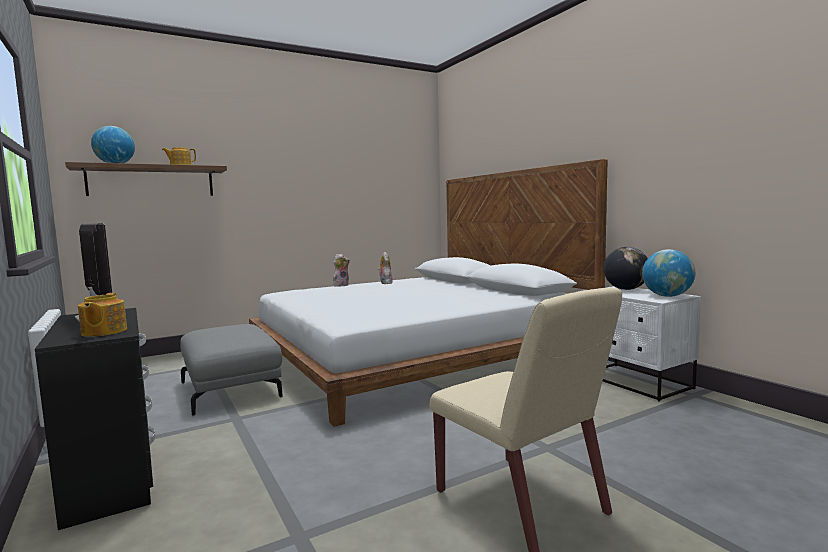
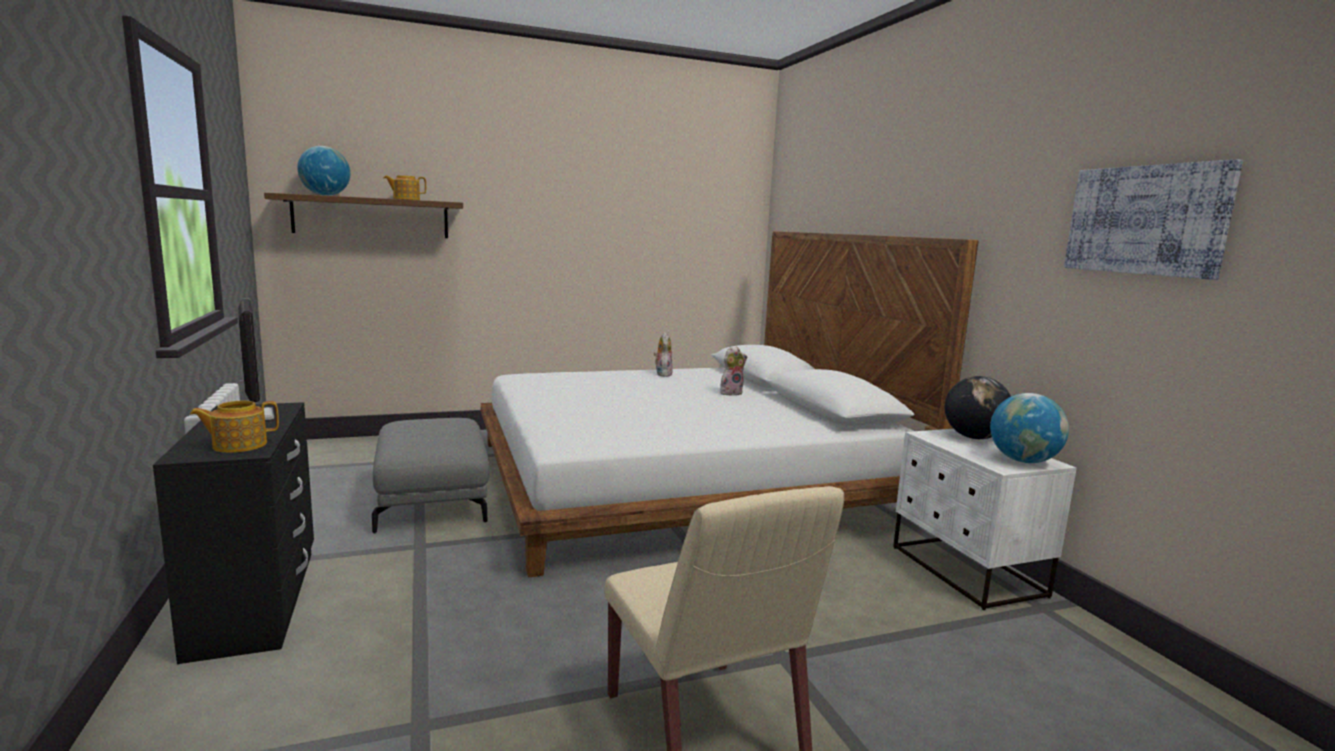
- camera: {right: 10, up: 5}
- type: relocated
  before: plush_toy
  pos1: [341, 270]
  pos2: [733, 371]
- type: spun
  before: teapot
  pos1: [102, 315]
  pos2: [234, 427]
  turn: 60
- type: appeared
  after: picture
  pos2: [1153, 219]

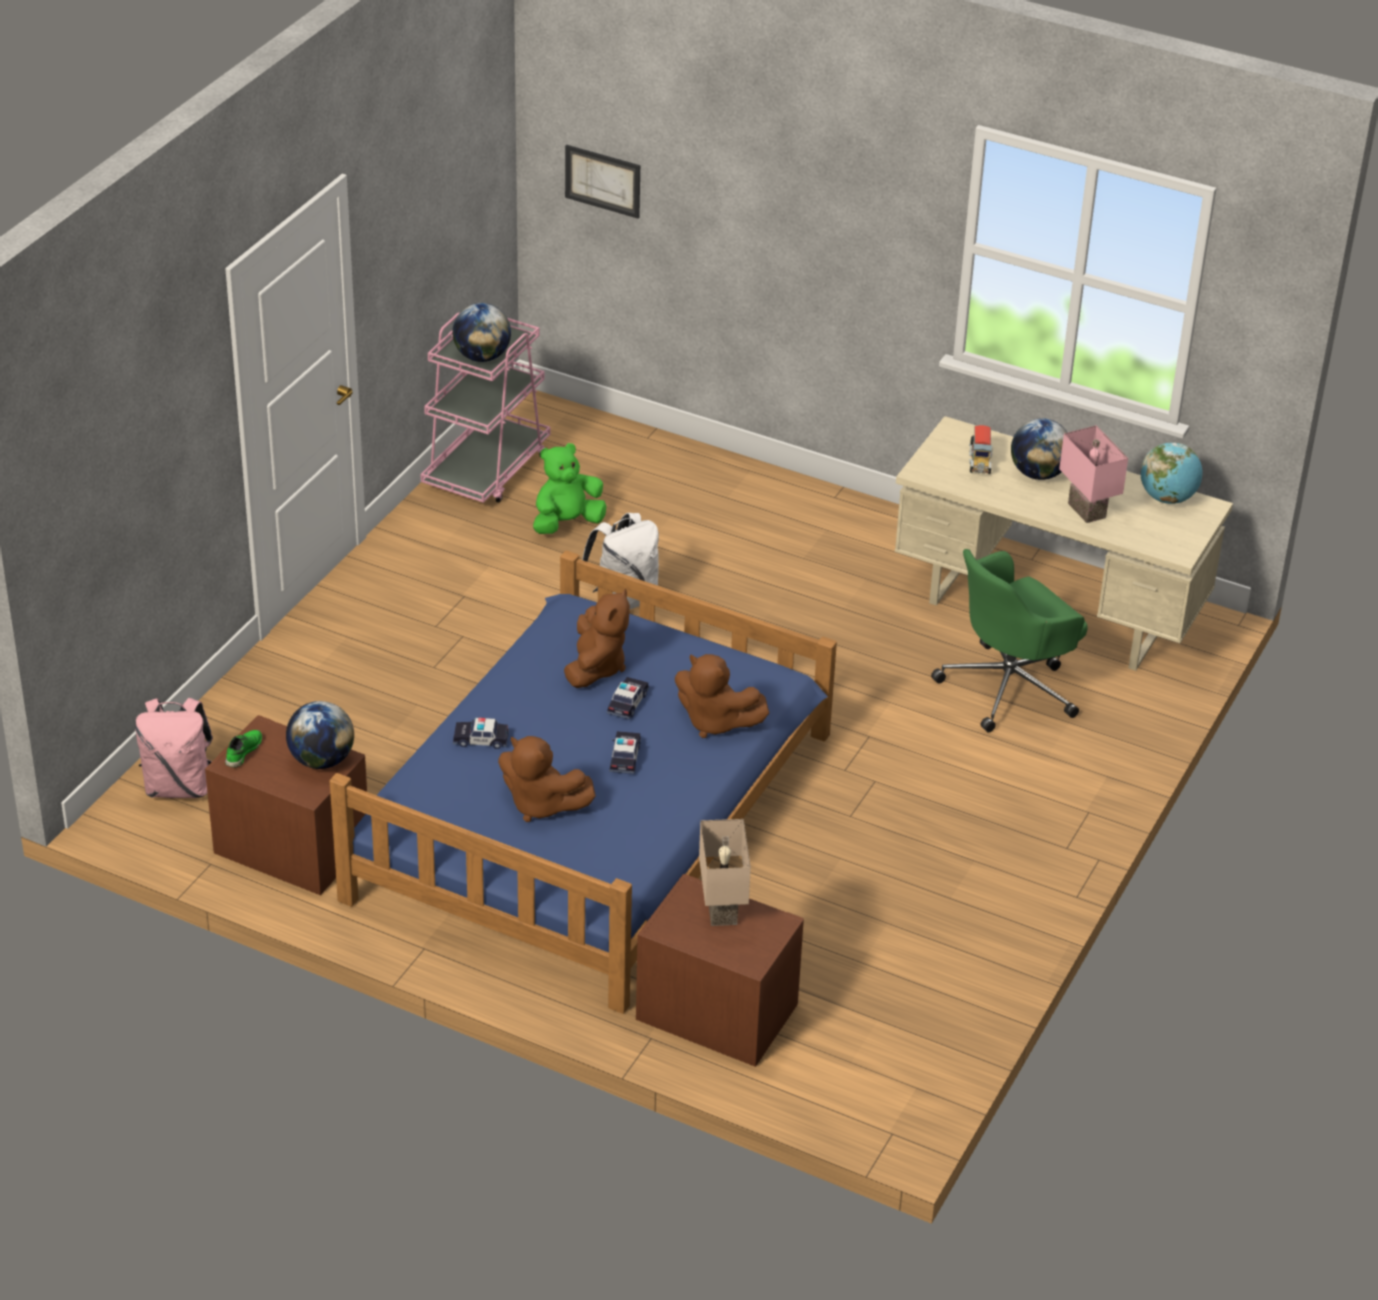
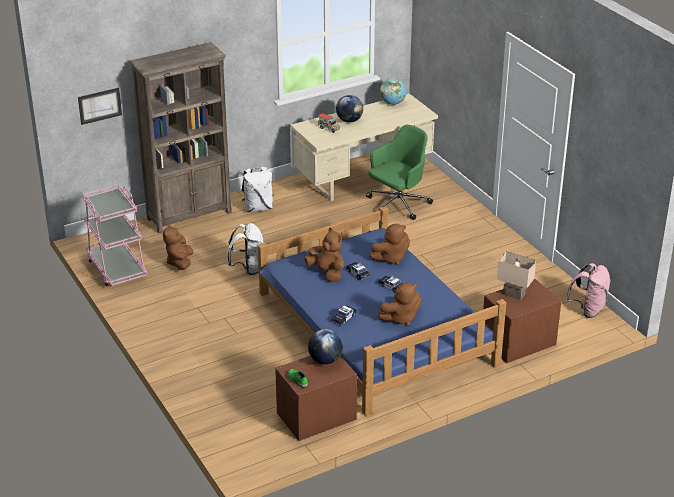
- camera: {right: -55, up: -5}
- type: missing
  before: globe
  pos1: [481, 332]
- type: missing
  before: pink_table_lamp
  pos1: [1093, 474]
- type: colour
  before: green_plush_toy
  after: brown_plush_toy
  pos1: [570, 488]
  pos2: [178, 247]
- type: spun
  before: green_office_chair
  pos1: [1009, 640]
  pos2: [399, 172]
  turn: -135
- type: relocated
  before: pink_backpack
  pos1: [174, 748]
  pos2: [588, 290]
- type: appeared
  after: brown_bookcase
  pos2: [180, 137]
- type: appeared
  after: white_backpack
  pos2: [257, 189]

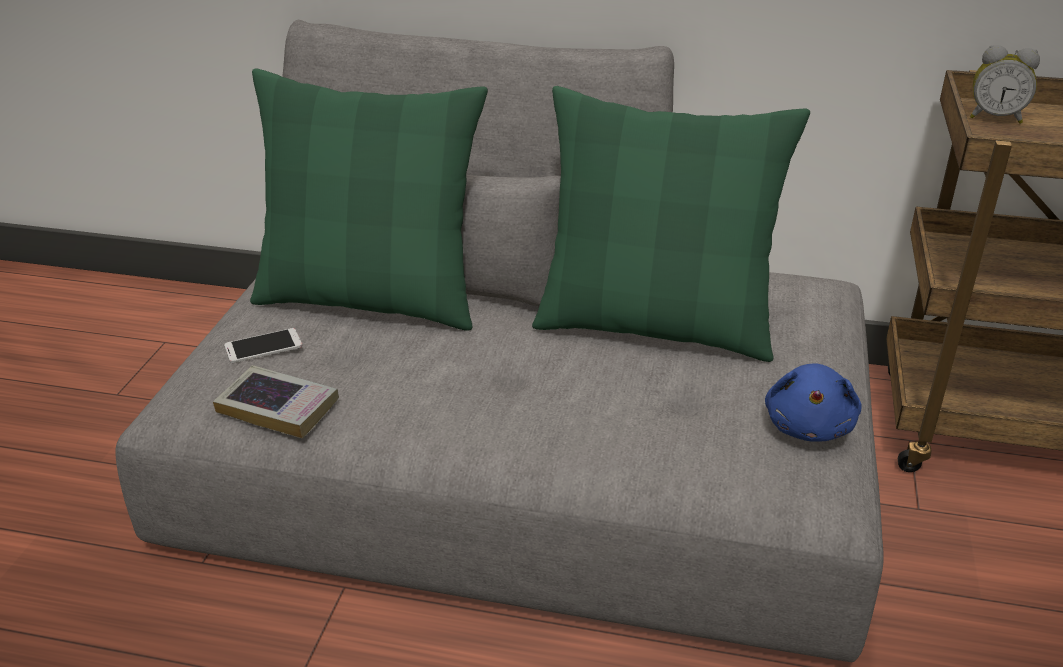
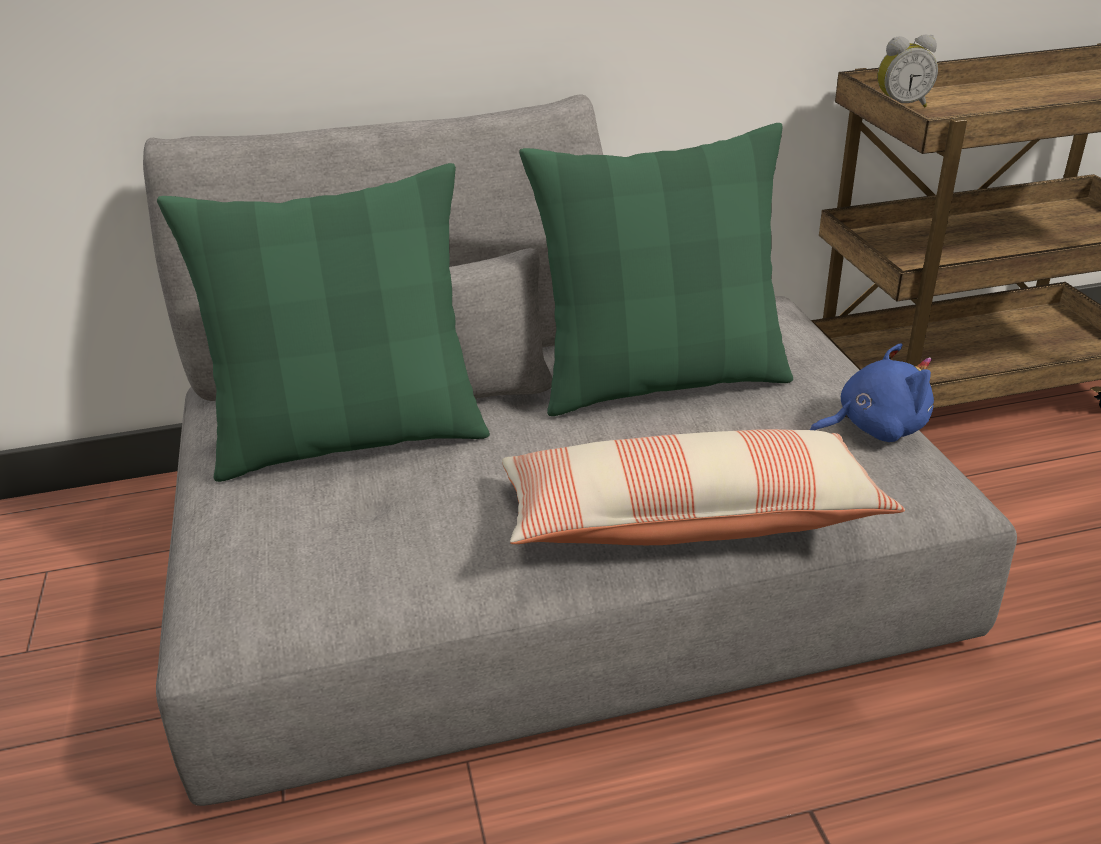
- camera: {right: -25, up: 0}
- type: missing
  before: phone
  pos1: [263, 345]
- type: spun
  before: blue_plush_toy
  pos1: [813, 402]
  pos2: [872, 392]
  turn: -90
- type: missing
  before: book
  pos1: [276, 402]
- type: appeared
  after: pillow
  pos2: [703, 487]

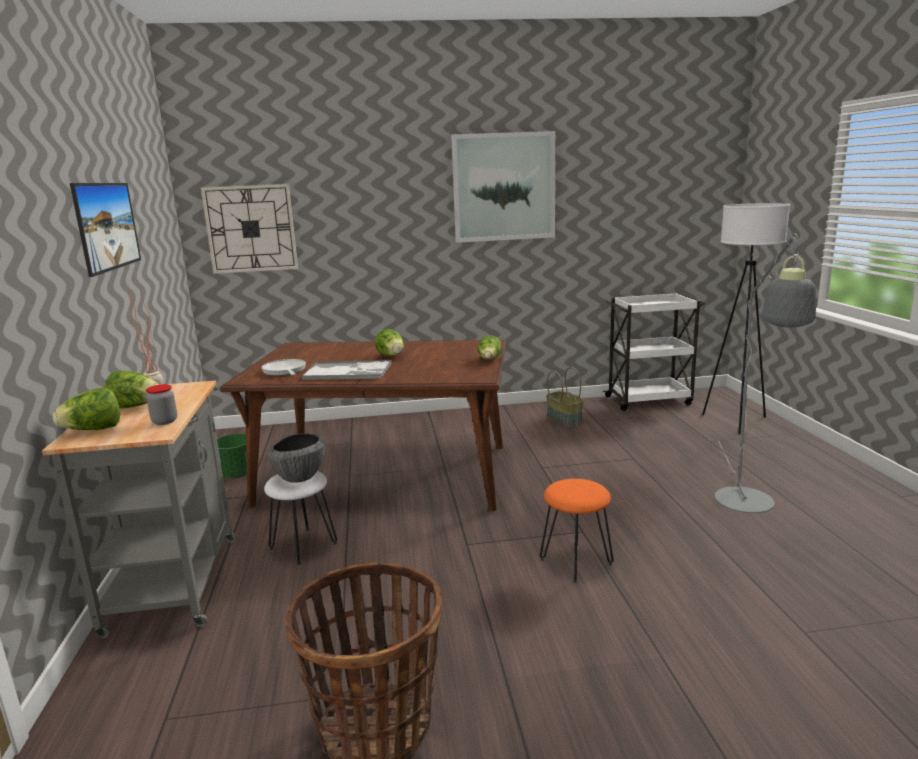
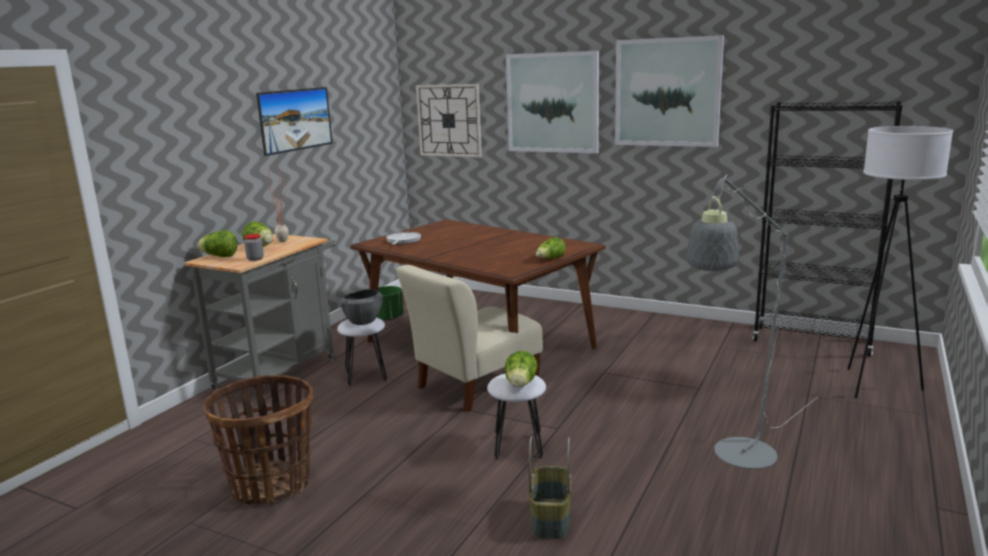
- camera: {right: 35, up: 0}
- type: exchanged
  before: white_cart
  after: black_bookcase
  pos1: [654, 352]
  pos2: [828, 229]
- type: relocated
  before: lettuce
  pos1: [389, 342]
  pos2: [521, 369]
- type: missing
  before: tray
  pos1: [346, 370]
- type: relocated
  before: basket
  pos1: [565, 397]
  pos2: [550, 487]
- type: colour
  before: orange_stool
  after: white_stool
  pos1: [577, 531]
  pos2: [516, 416]
- type: appeared
  after: picture
  pos2: [552, 102]
- type: appeared
  after: beige_chair
  pos2: [469, 338]

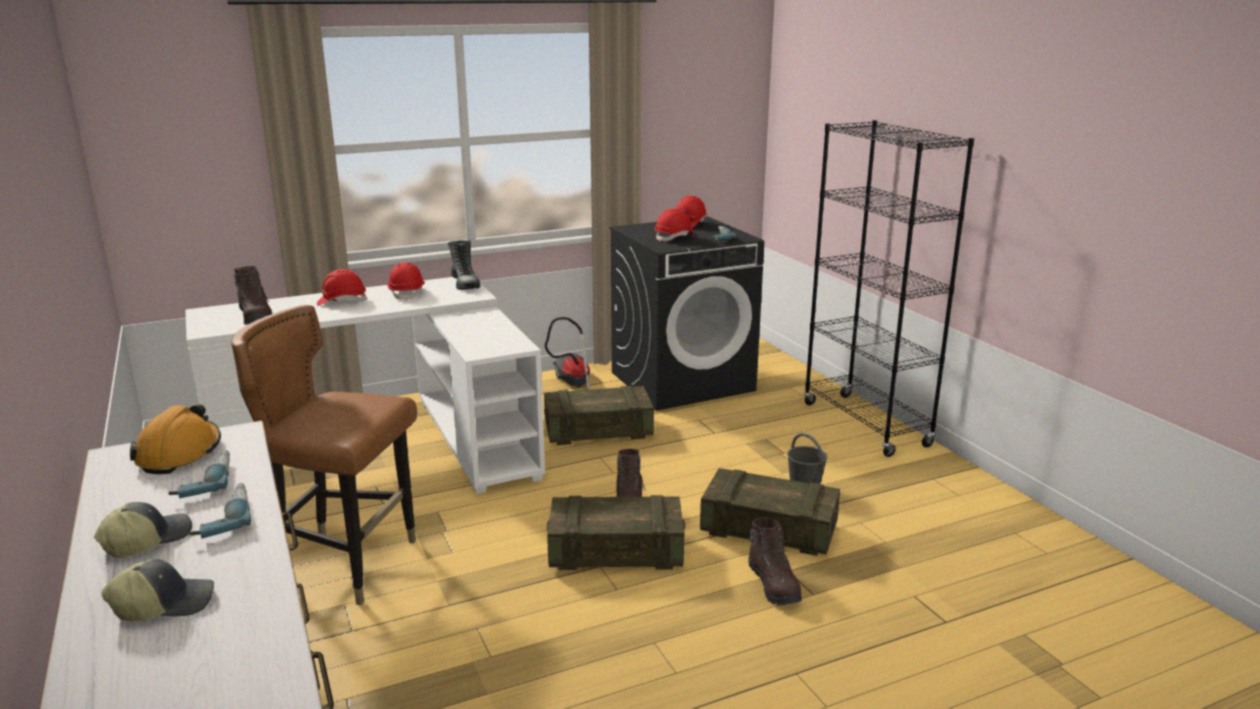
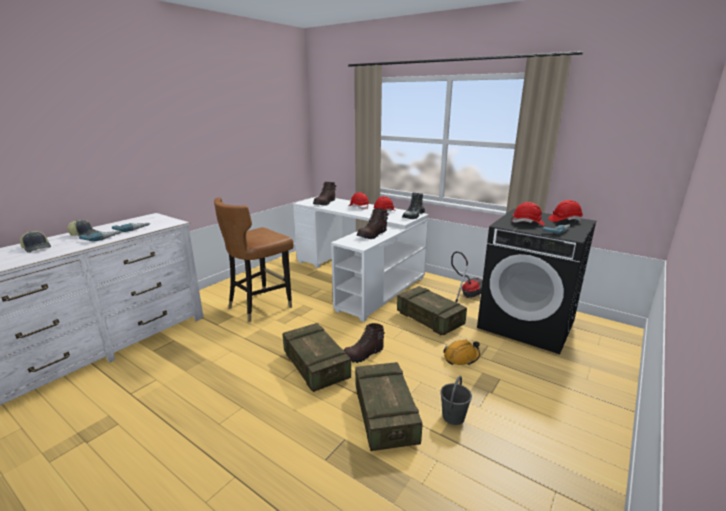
- camera: {right: 60, up: 0}
- type: missing
  before: black_bookcase
  pos1: [889, 288]
- type: spun
  before: brown_chair
  pos1: [324, 455]
  pos2: [254, 259]
  turn: -120
- type: relocated
  before: orange_hard_hat
  pos1: [175, 439]
  pos2: [461, 352]
- type: relocated
  before: brown_boot
  pos1: [775, 561]
  pos2: [372, 223]

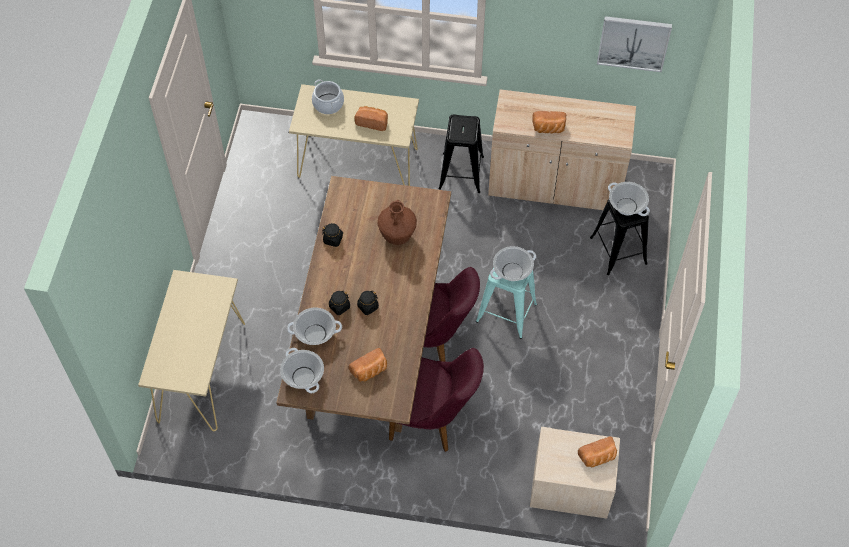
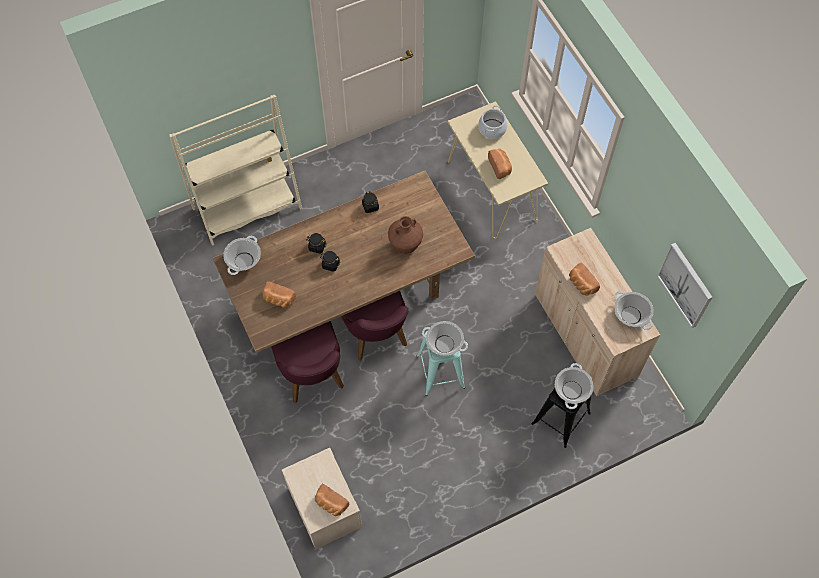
- camera: {right: 55, up: 5}
- type: missing
  before: black_stool
  pos1: [461, 153]
- type: exchanged
  before: beige_console_table
  after: beige_bookcase
  pos1: [191, 351]
  pos2: [235, 170]
- type: relocated
  before: cooking_pot
  pos1: [314, 326]
  pos2: [634, 310]

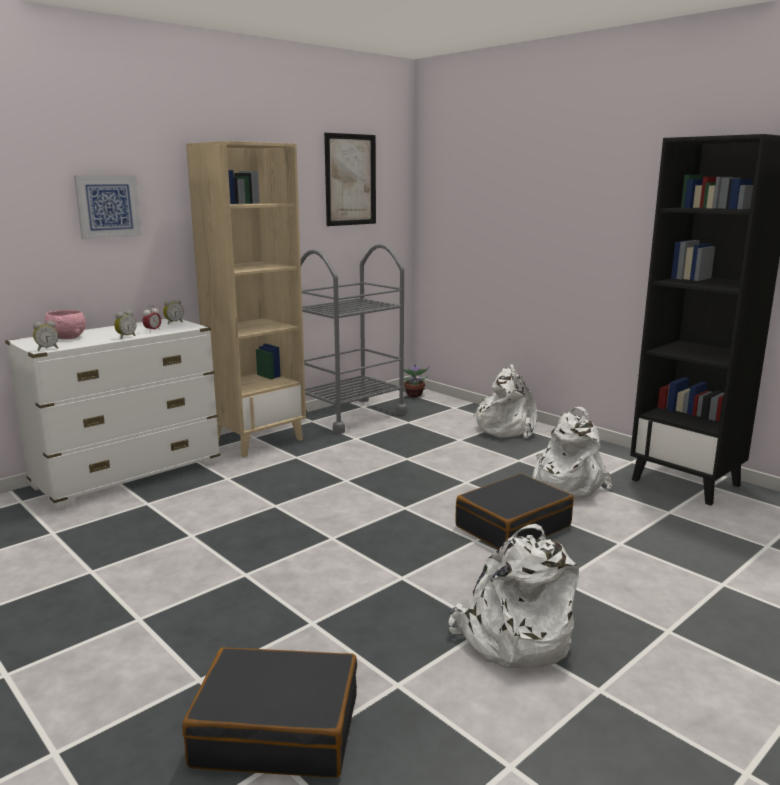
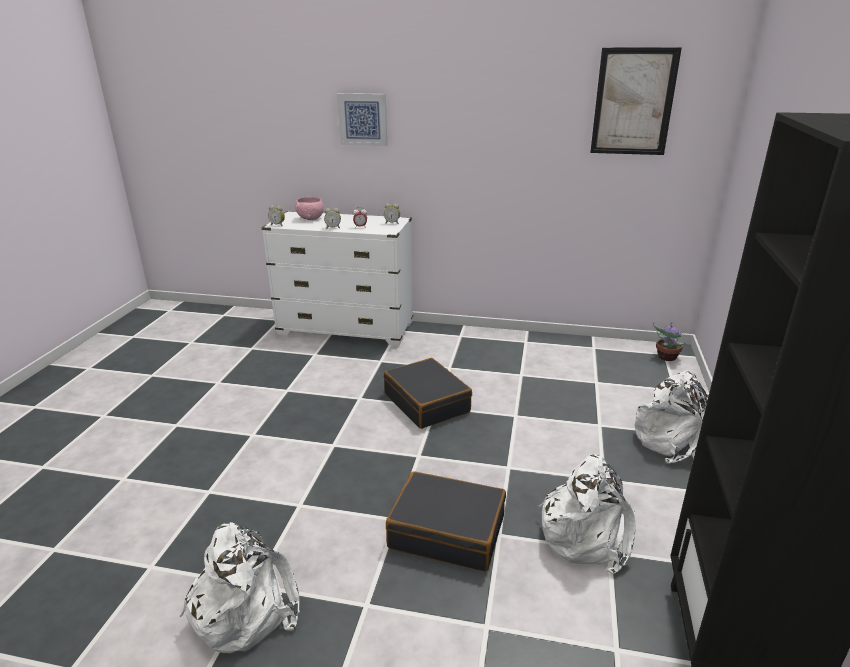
- camera: {right: 55, up: 10}
- type: missing
  before: beige_bookcase
  pos1: [246, 299]
- type: missing
  before: grey_cart
  pos1: [354, 339]
- type: relocated
  before: black_suitcase
  pos1: [269, 712]
  pos2: [428, 393]

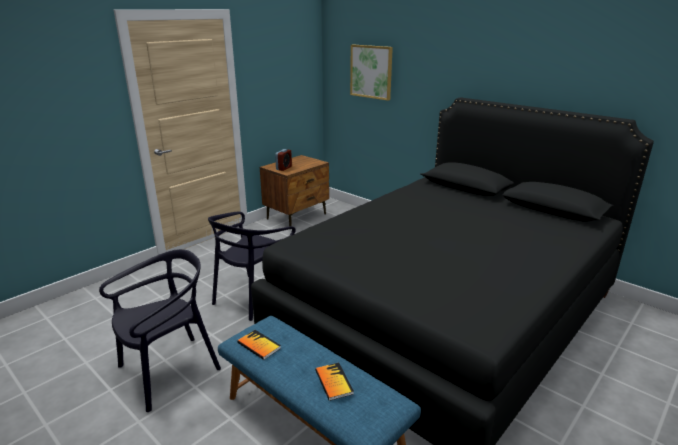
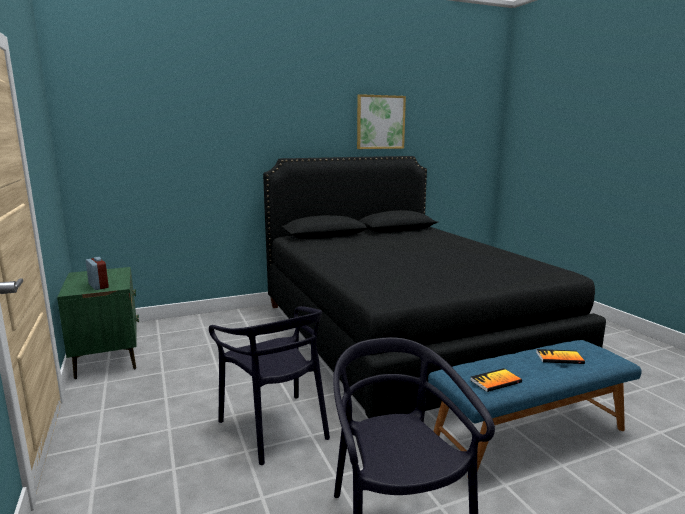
- camera: {right: -65, up: -10}
- type: relocated
  before: picture
  pos1: [371, 73]
  pos2: [381, 121]
- type: colour
  before: brown_nightstand
  after: green_nightstand
  pos1: [294, 190]
  pos2: [98, 323]

